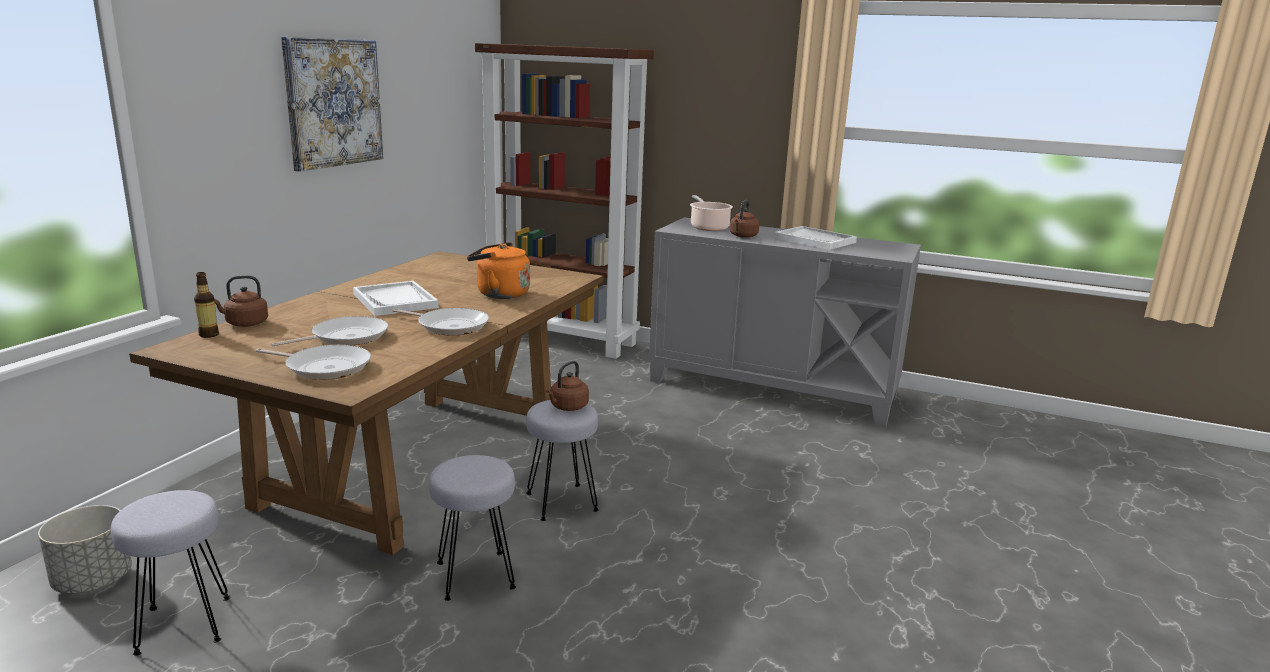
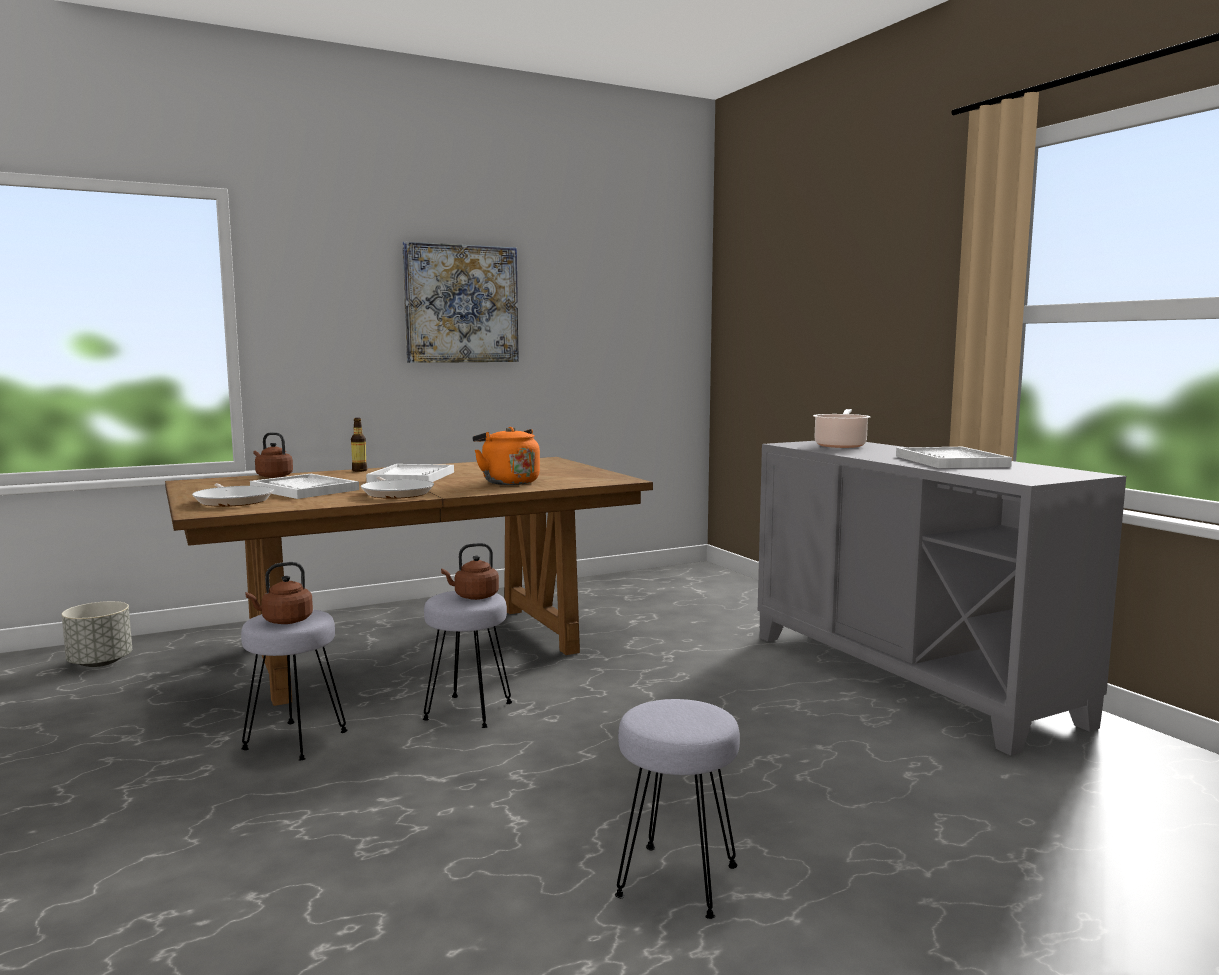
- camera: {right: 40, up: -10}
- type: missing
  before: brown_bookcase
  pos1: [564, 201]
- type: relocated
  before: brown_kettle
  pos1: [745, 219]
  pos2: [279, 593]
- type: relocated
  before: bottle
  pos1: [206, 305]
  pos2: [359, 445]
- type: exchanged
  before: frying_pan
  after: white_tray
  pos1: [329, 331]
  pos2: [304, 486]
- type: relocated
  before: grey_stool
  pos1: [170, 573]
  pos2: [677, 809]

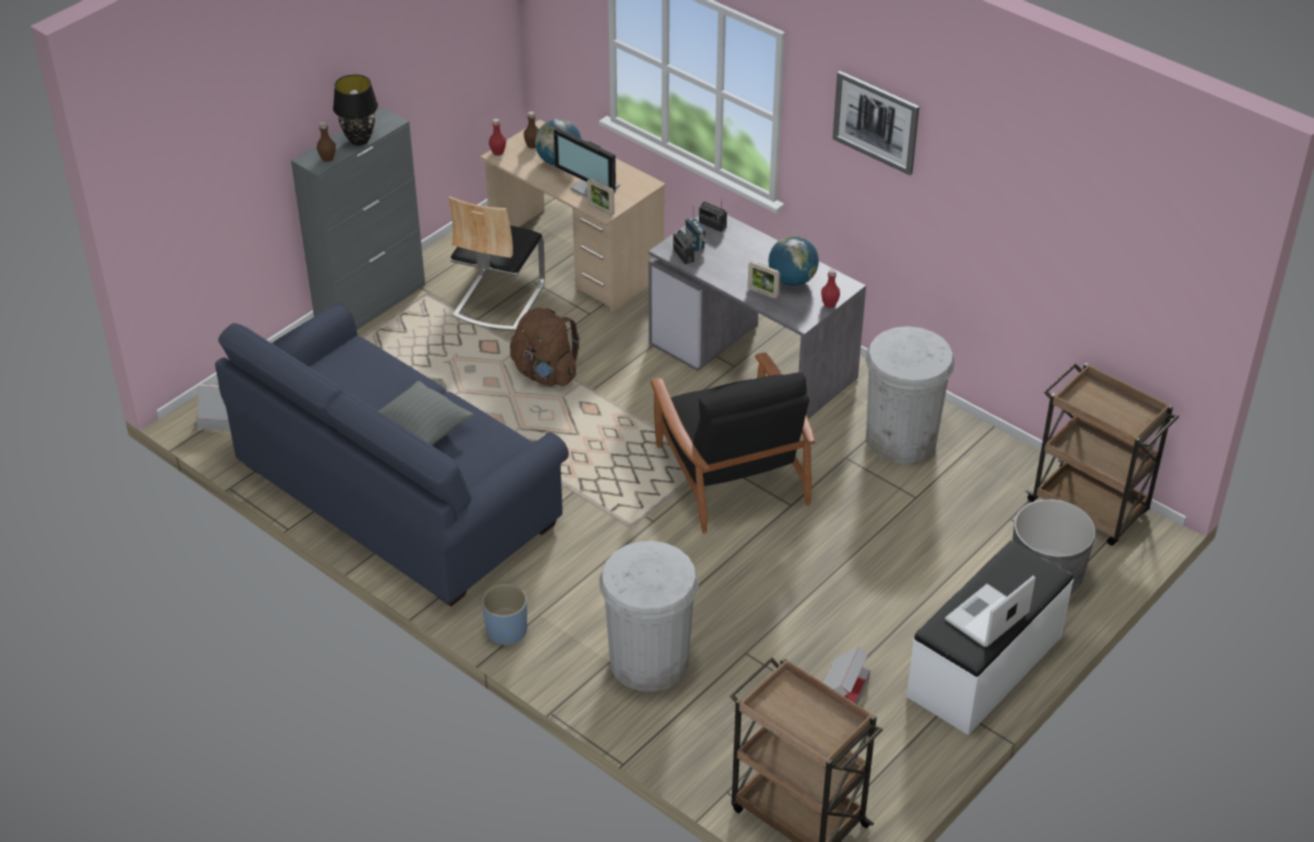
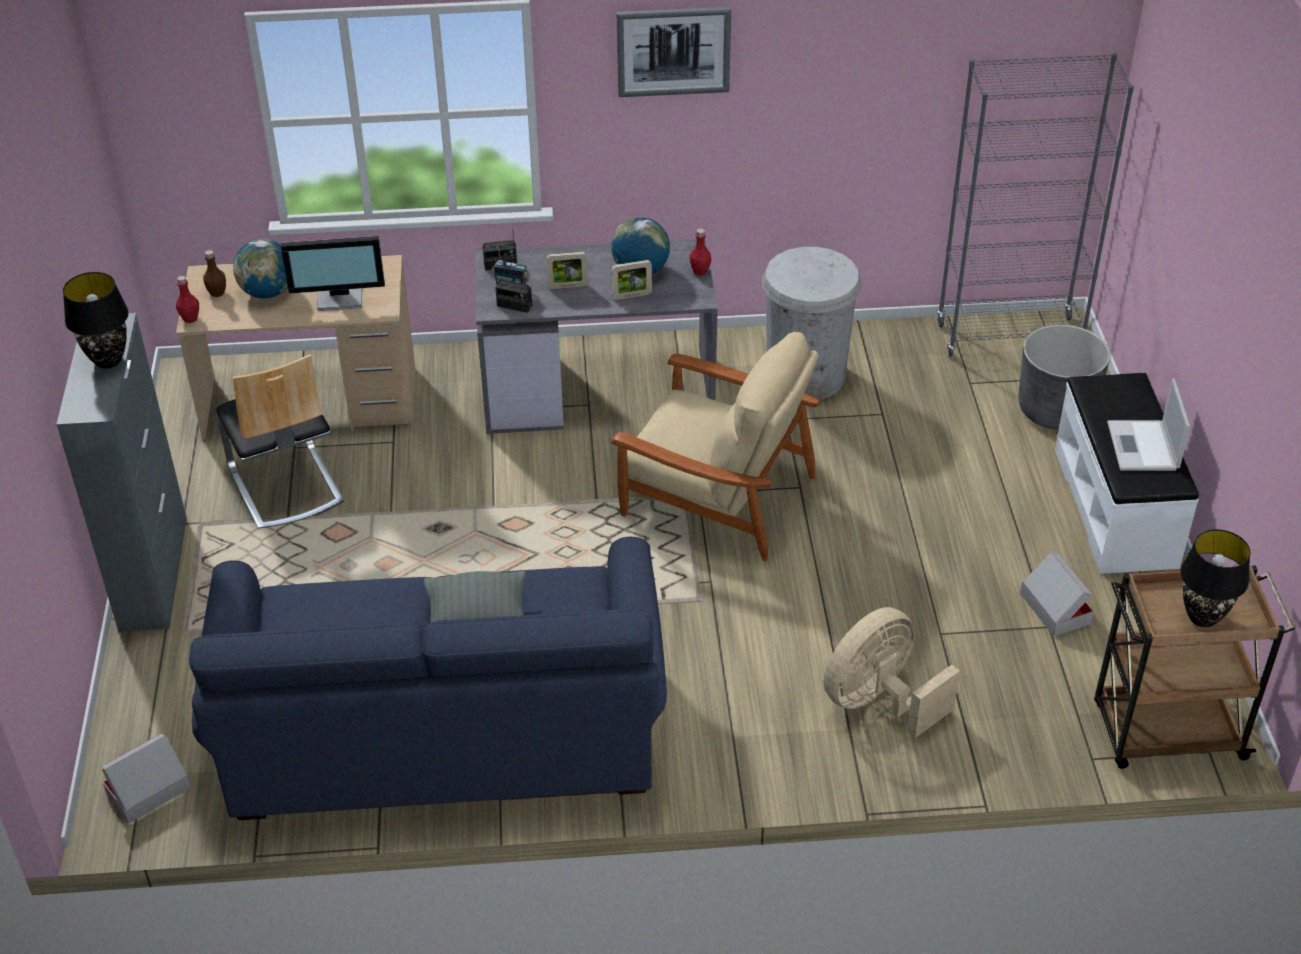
- camera: {right: -45, up: 0}
- type: missing
  before: brown_bottle
  pos1: [326, 142]
- type: relocated
  before: picture_frame
  pos1: [601, 197]
  pos2: [567, 270]
- type: missing
  before: brown_backpack
  pos1: [545, 347]
- type: colour
  before: black_armchair
  after: beige_armchair
  pos1: [732, 443]
  pos2: [715, 446]
- type: exchanged
  before: brown_cart
  after: grey_bookcase
  pos1: [1102, 454]
  pos2: [1035, 204]
- type: exchanged
  before: white_trash_can
  after: beige_fan
  pos1: [649, 616]
  pos2: [892, 672]
- type: missing
  before: blue_planter
  pos1: [504, 615]
- type: appeared
  after: black_table_lamp
  pos2: [1215, 578]

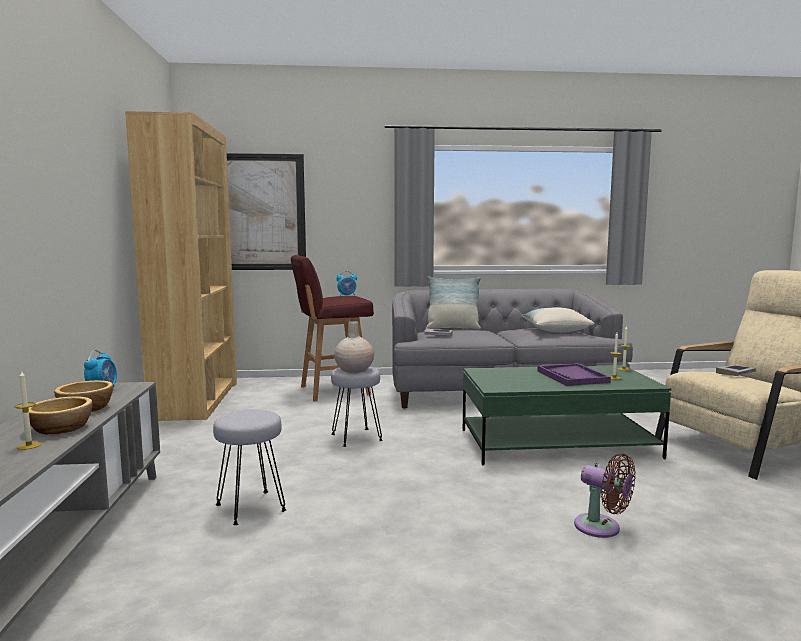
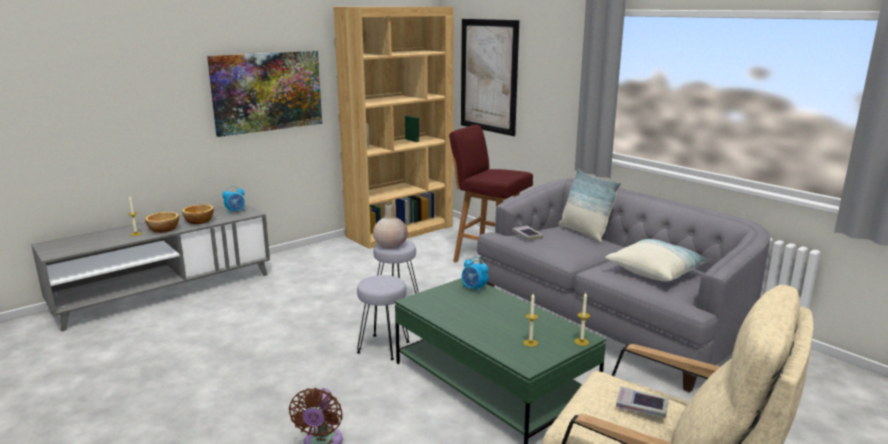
- camera: {right: 55, up: 10}
- type: relocated
  before: alarm_clock
  pos1: [346, 283]
  pos2: [475, 275]
- type: missing
  before: purple_tray
  pos1: [574, 374]
- type: relocated
  before: grey_stool
  pos1: [250, 467]
  pos2: [383, 317]
- type: appeared
  after: picture
  pos2: [264, 94]

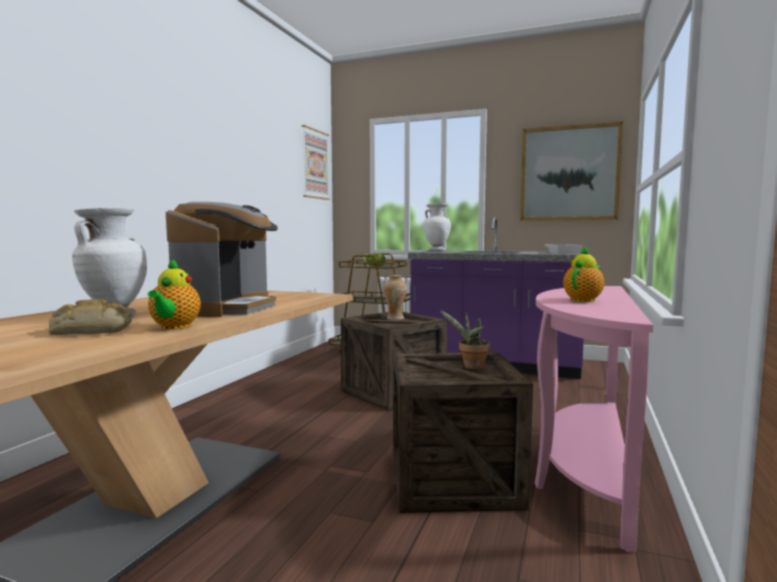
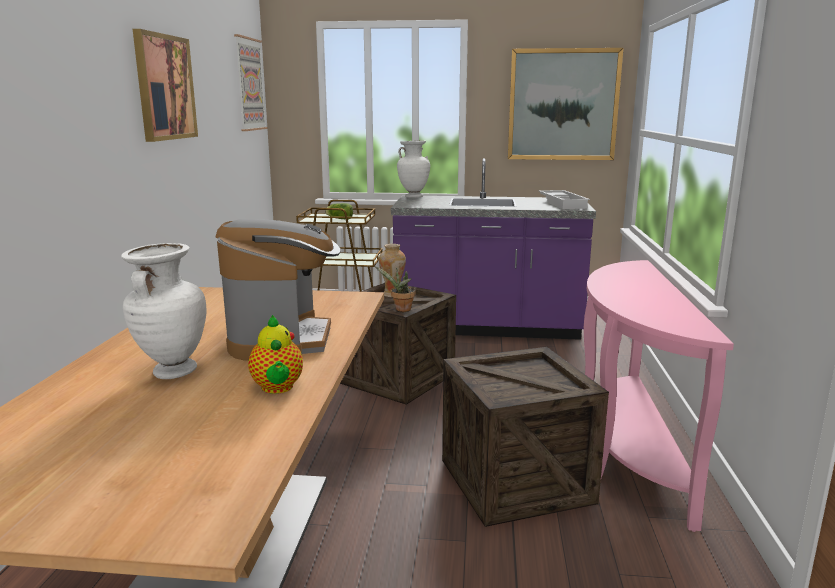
- camera: {right: -15, up: 10}
- type: missing
  before: teapot
  pos1: [583, 274]
- type: missing
  before: bread
  pos1: [90, 317]
- type: relocated
  before: potted_plant
  pos1: [465, 340]
  pos2: [395, 289]
- type: appeared
  after: picture
  pos2: [165, 85]

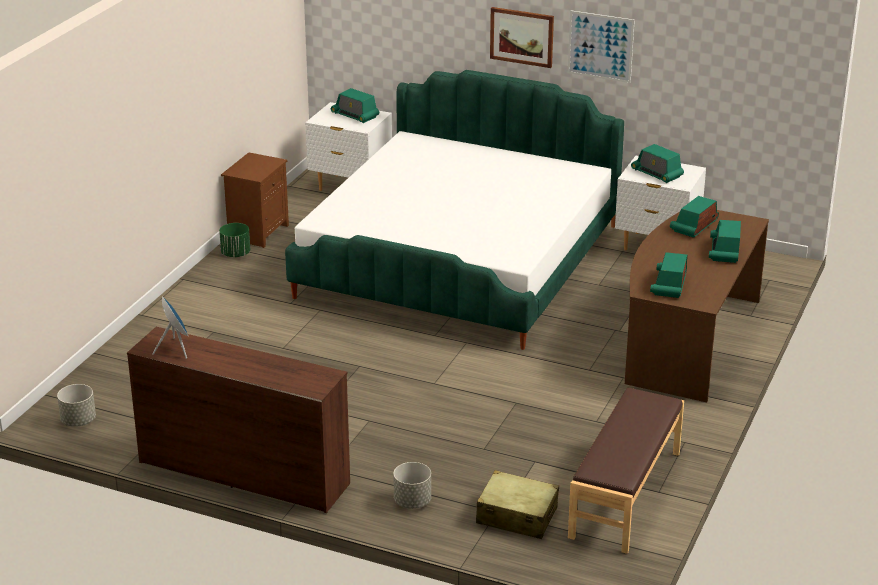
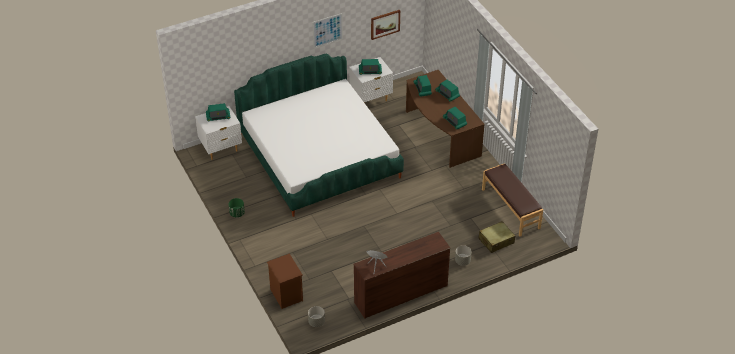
- camera: {right: -50, up: 15}
- type: relocated
  before: picture
  pos1: [522, 37]
  pos2: [385, 25]
- type: relocated
  before: brown_nightstand
  pos1: [255, 200]
  pos2: [285, 281]

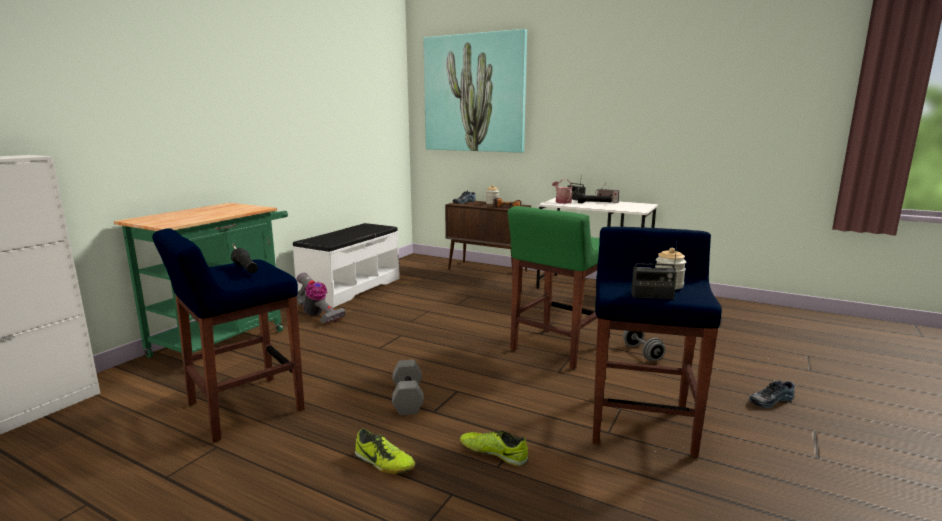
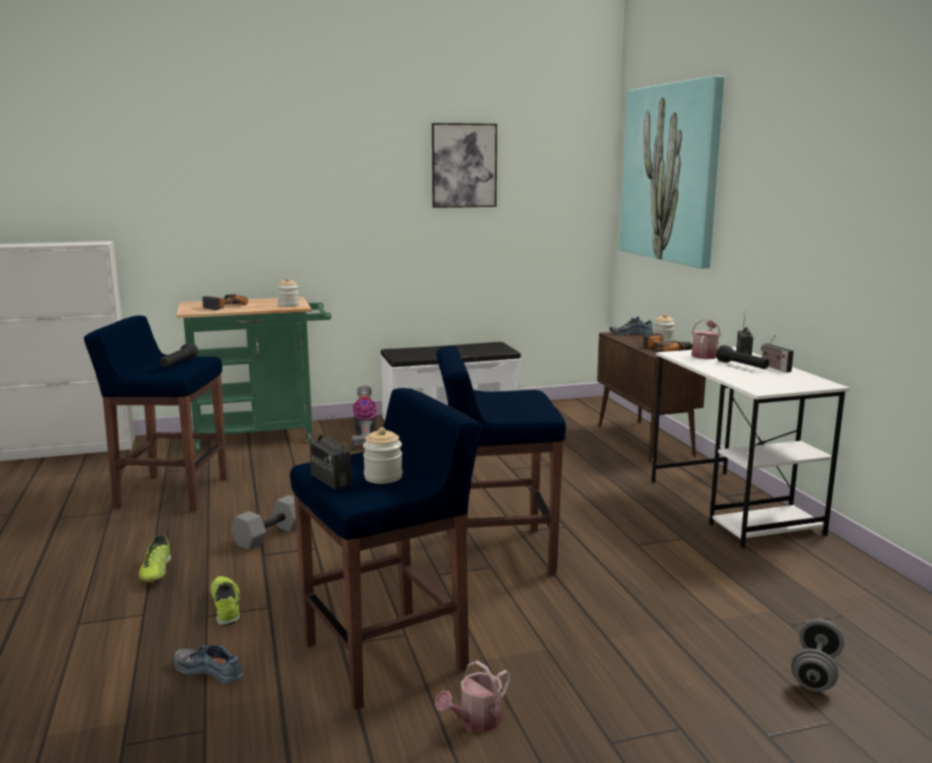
- camera: {right: 45, up: 0}
- type: colour
  before: green_stool
  after: blue_stool
  pos1: [554, 288]
  pos2: [501, 460]
- type: relocated
  before: grey_dumbbell
  pos1: [644, 346]
  pos2: [817, 655]
- type: relocated
  before: shoe
  pos1: [772, 394]
  pos2: [207, 664]
- type: appeared
  after: picture
  pos2: [464, 165]
- type: appeared
  after: jar
  pos2: [288, 292]
- type: appeared
  after: power_drill
  pos2: [225, 302]
- type: appeared
  after: watering_can
  pos2: [473, 696]

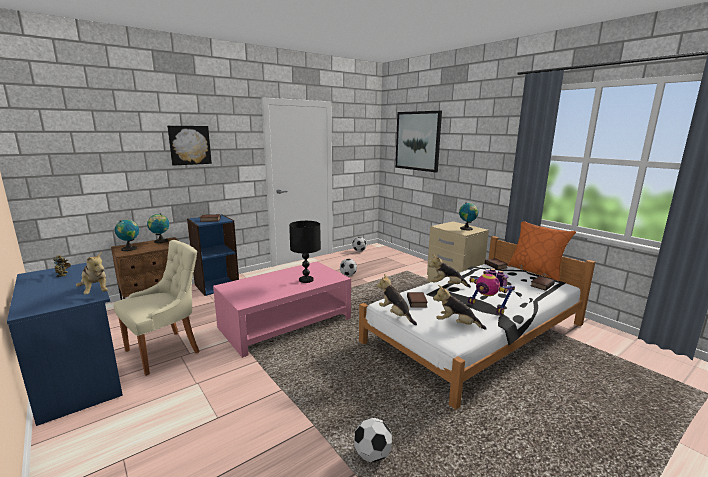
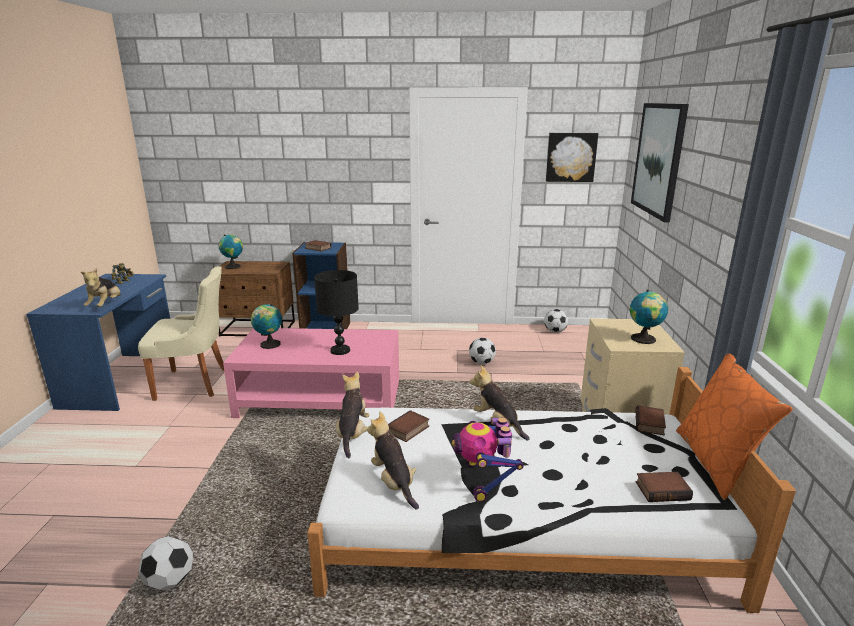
- camera: {right: 40, up: 5}
- type: relocated
  before: picture
  pos1: [189, 146]
  pos2: [572, 157]
- type: relocated
  before: globe
  pos1: [158, 228]
  pos2: [266, 326]

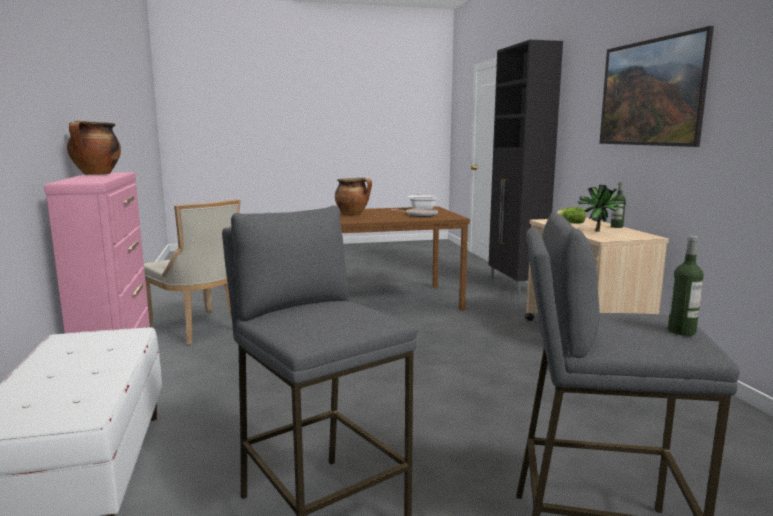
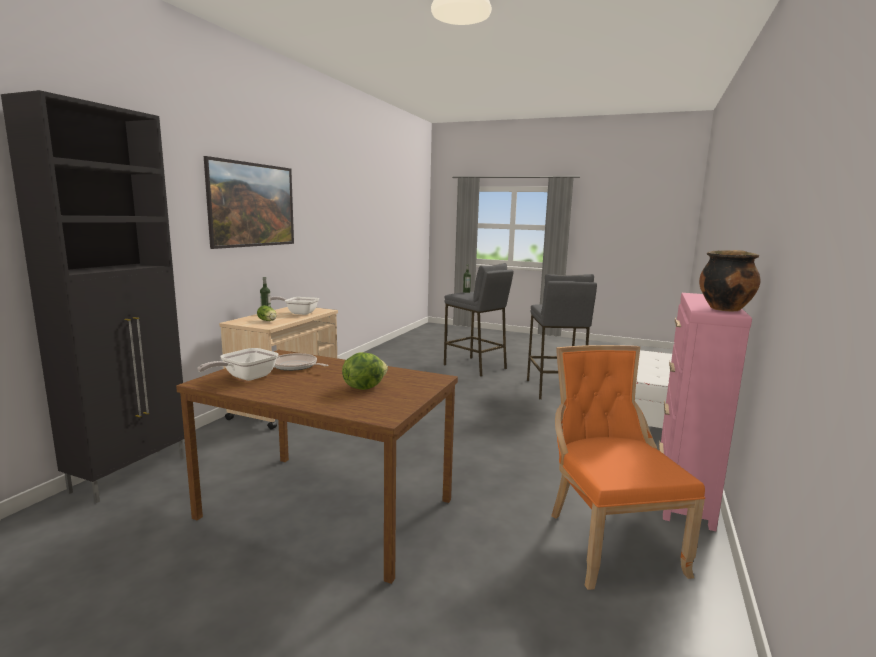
- camera: {right: -145, up: 0}
- type: exchanged
  before: cooking_pot
  after: lettuce
  pos1: [353, 197]
  pos2: [365, 371]
- type: exchanged
  before: potted_plant
  after: frying_pan
  pos1: [602, 208]
  pos2: [295, 305]
- type: colour
  before: beige_chair
  after: orange_chair
  pos1: [192, 272]
  pos2: [628, 467]

